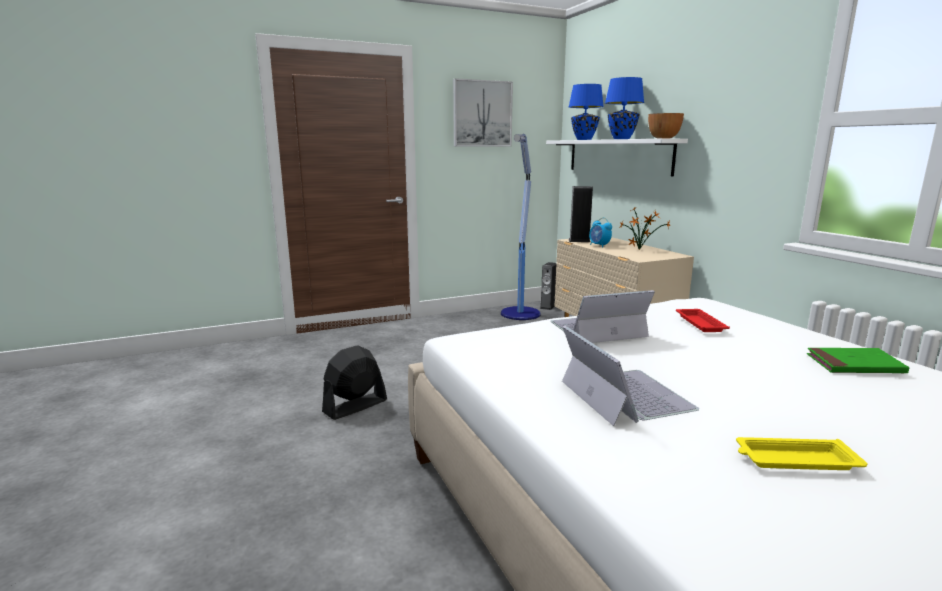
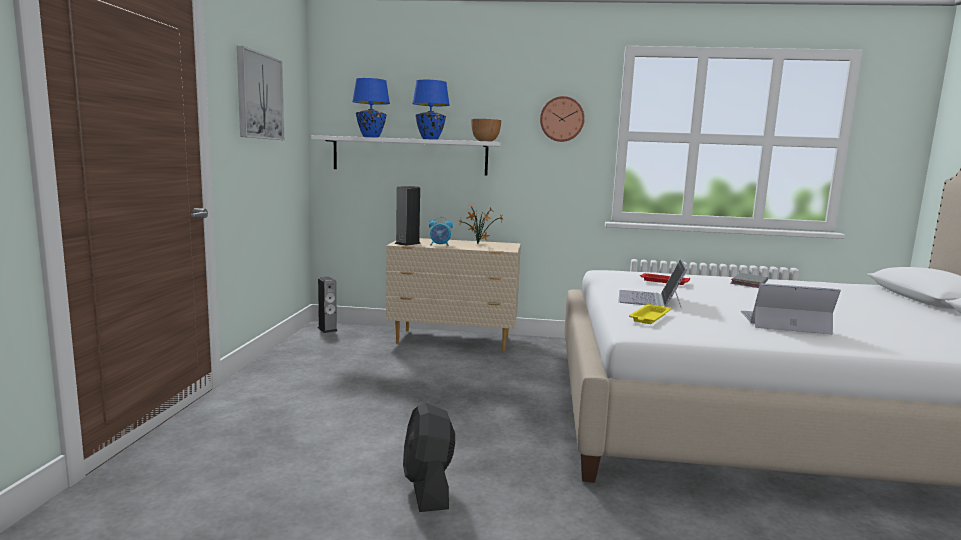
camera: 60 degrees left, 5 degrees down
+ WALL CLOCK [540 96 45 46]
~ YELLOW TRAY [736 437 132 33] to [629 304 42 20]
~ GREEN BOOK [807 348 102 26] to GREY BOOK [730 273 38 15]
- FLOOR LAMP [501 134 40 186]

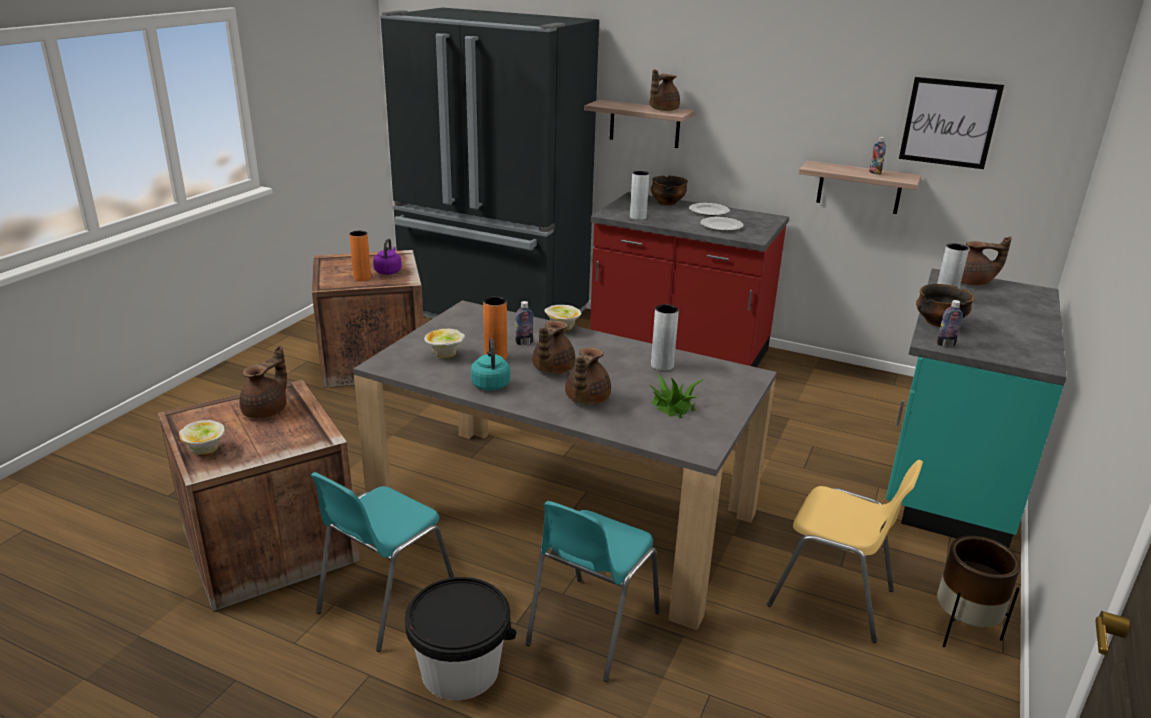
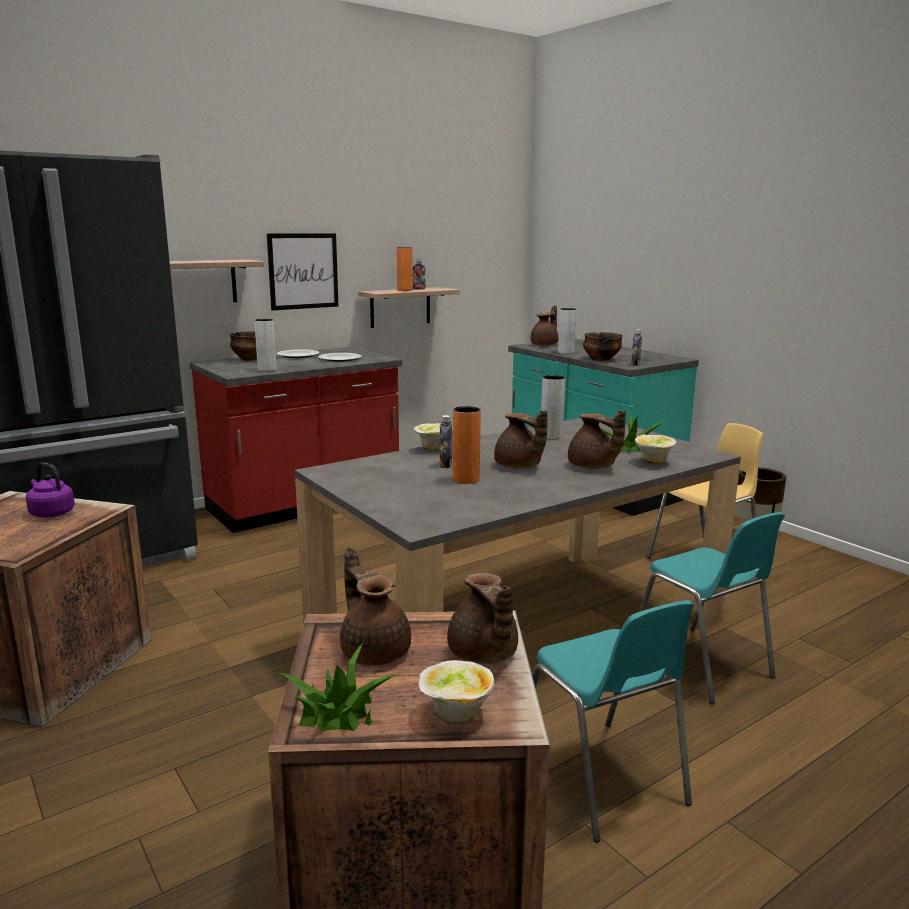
camera: 60 degrees left, 10 degrees down
~ PICTURE [899 77 105 92] to [267 233 72 78]
+ POTTED PLANT [279 643 119 88]
~ ORANGE VASE [349 231 22 50] to [397 247 16 44]
~ BROWN TEAPOT [650 69 30 42] to [447 573 71 91]
~ BOWL [424 329 41 30] to [635 434 42 31]
- BLACK BUCKET [405 577 112 124]
- TURQUOISE KETTLE [471 339 39 52]

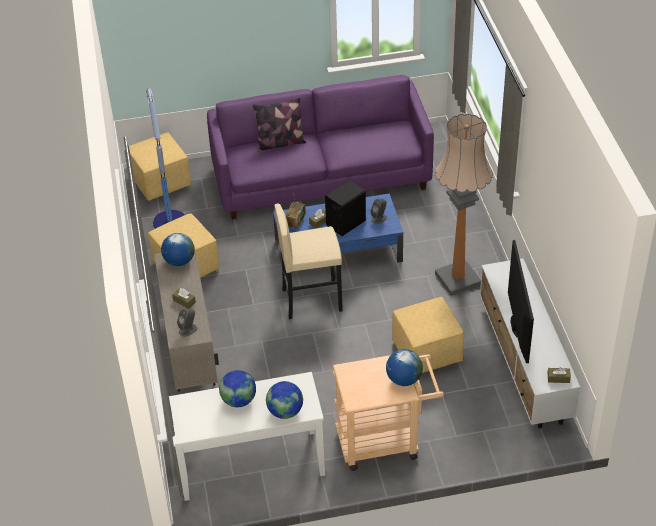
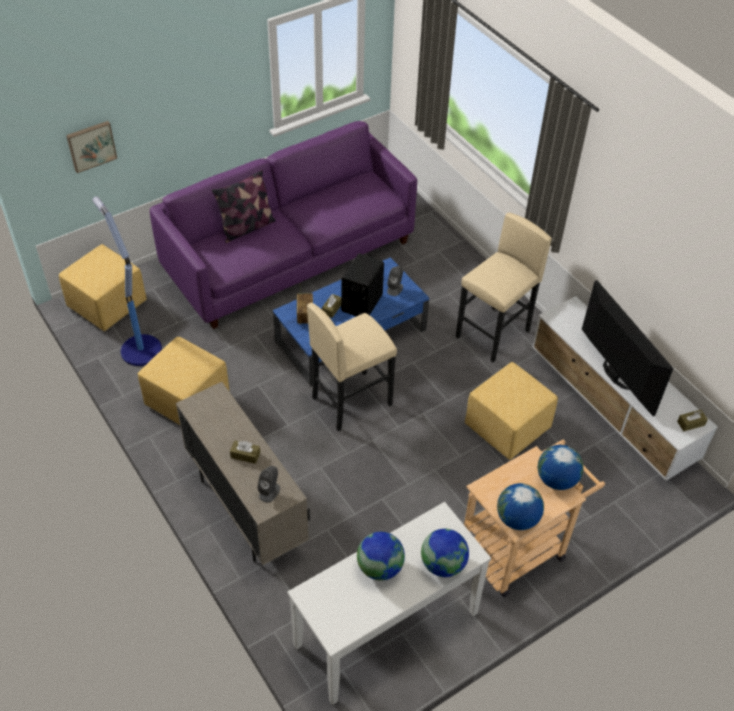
camera: 25 degrees left, 5 degrees up
+ PICTURE [66 121 51 52]
~ FLOOR LAMP [435 114 58 182] to BEIGE STOOL [456 213 96 150]
~ GLOBE [161 233 34 33] to [497 483 47 47]

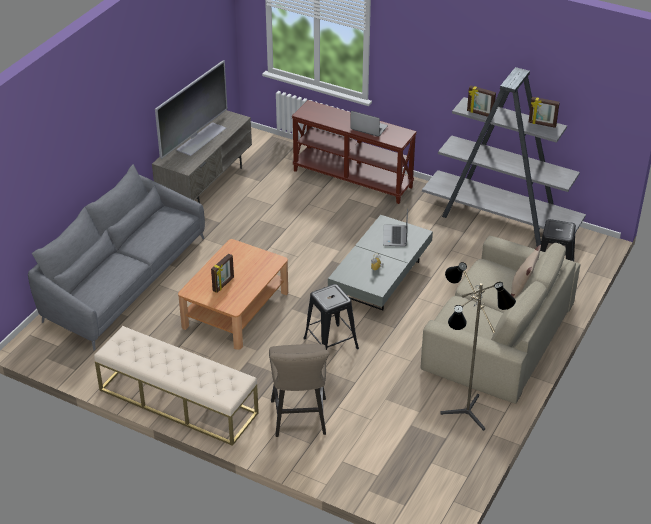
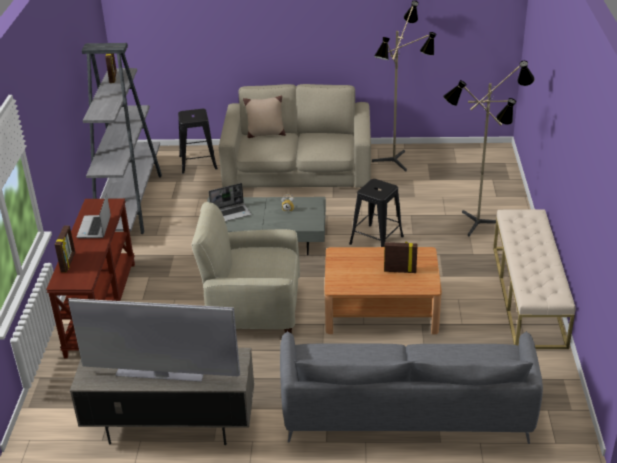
camera: 115 degrees left, 5 degrees down
~ PICTURE FRAME [467 85 29 32] to [55 225 20 47]
+ BEIGE ARMCHAIR [191 202 109 132]
~ BEIGE STOOL [269 344 60 93] to FLOOR LAMP [443 61 92 176]

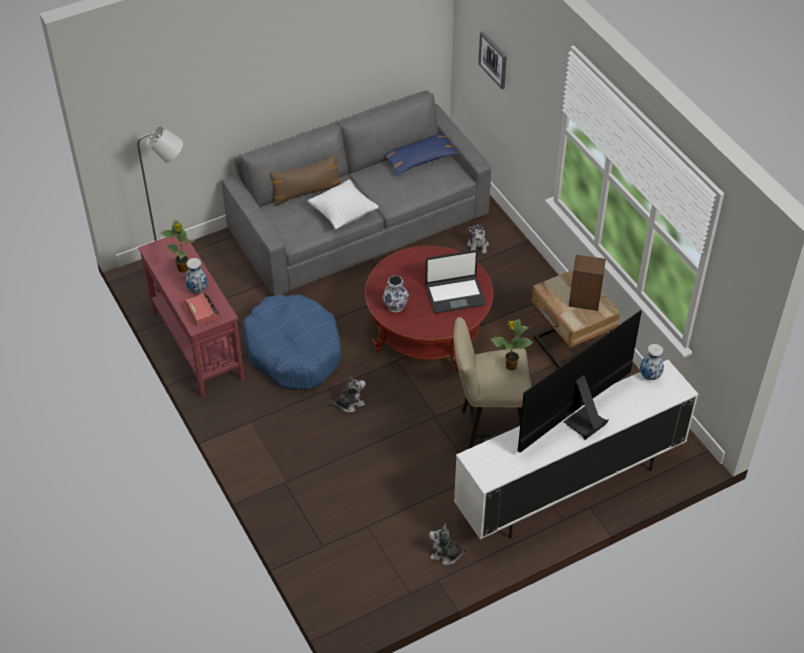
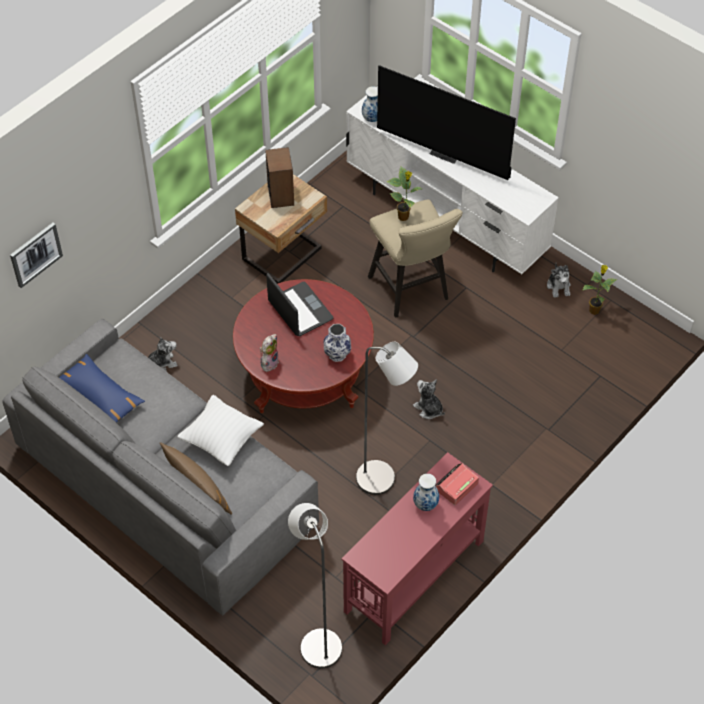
camera: 110 degrees left, 5 degrees up
+ PLUSH TOY [260 334 19 38]
~ BLUE DOG BED [243 294 98 96] to GREY FLOOR LAMP [356 342 62 153]
~ POTTED PLANT [160 219 35 54] to [583 265 35 50]

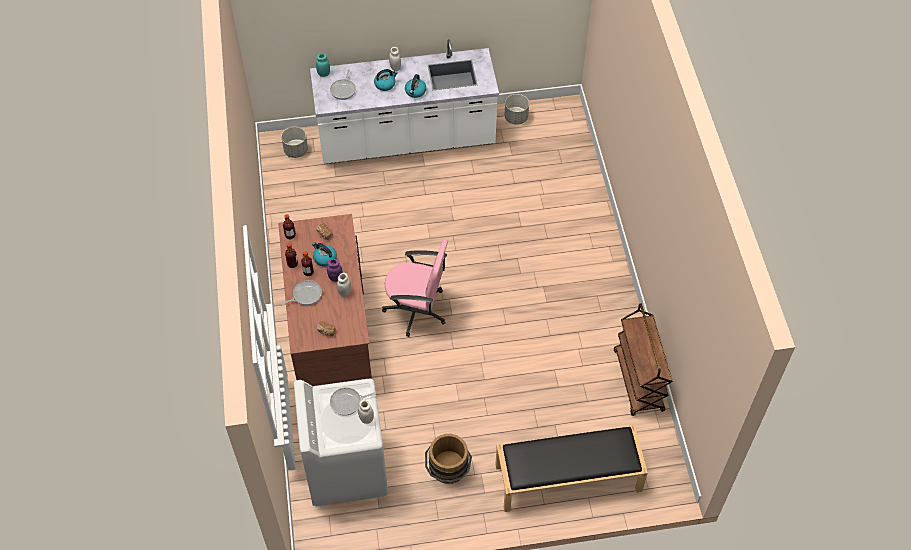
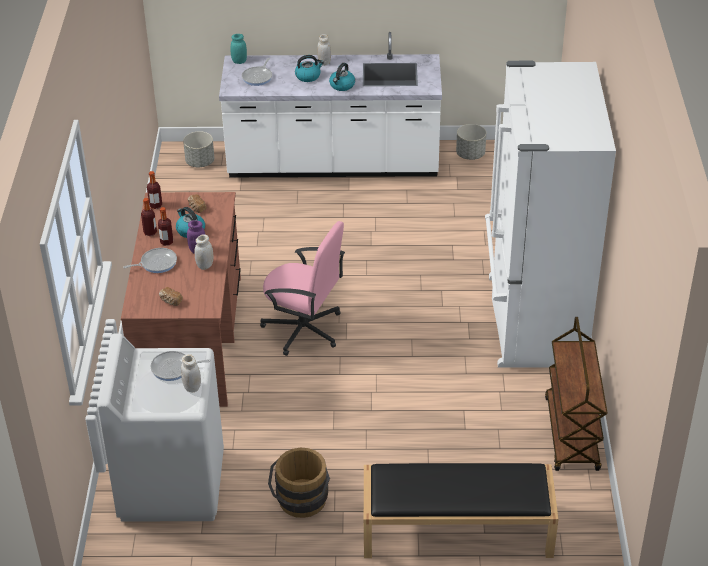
camera: 10 degrees right, 15 degrees down
+ WHITE FRIDGE [485 61 131 307]

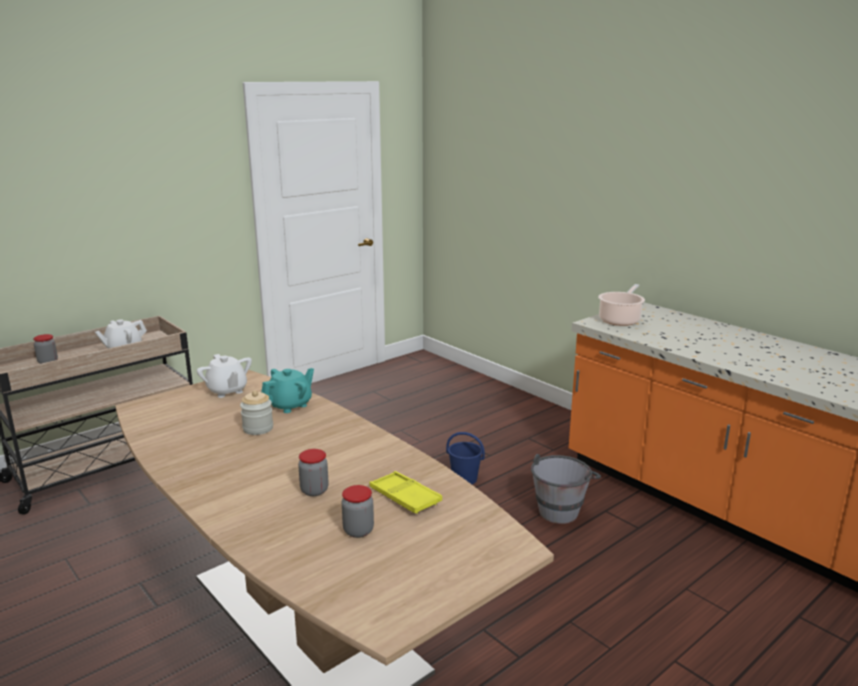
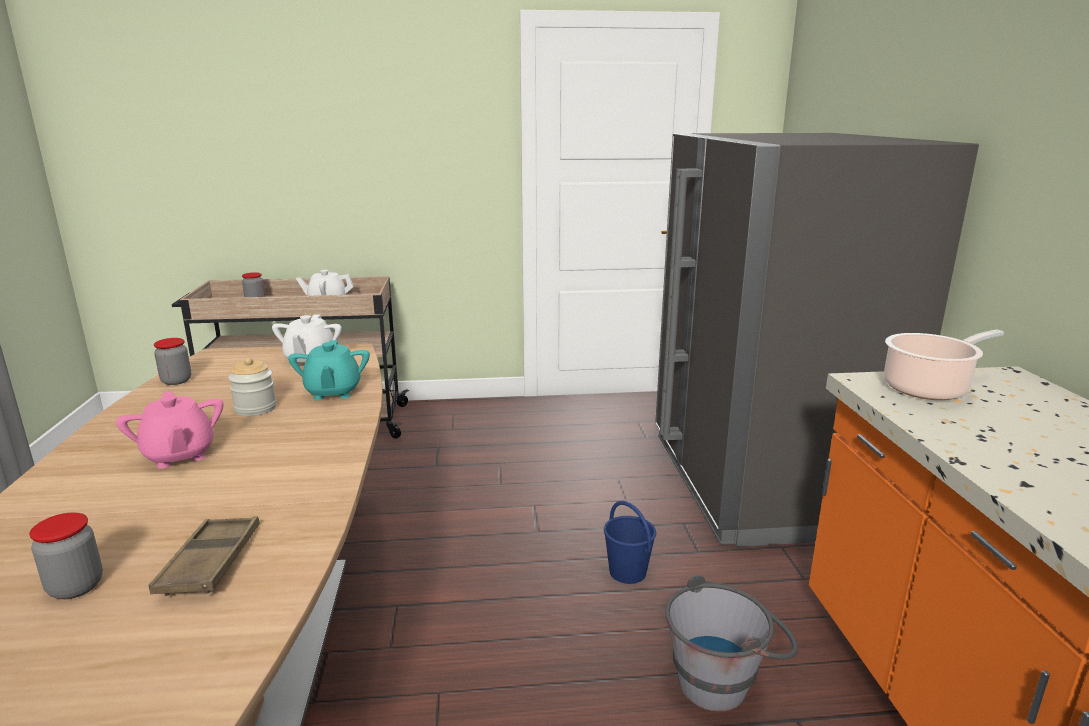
camera: 35 degrees right, 0 degrees up
+ PINK TEAPOT [116 391 107 78]
~ YELLOW TRAY [369 471 73 42] to BROWN TRAY [148 516 112 80]
~ JAR [298 449 31 47] to [154 338 37 47]
~ TURQUOISE TEAPOT [261 368 53 45] = [288 340 82 60] 90 degrees clockwise
+ GREY FRIDGE [655 133 324 414]

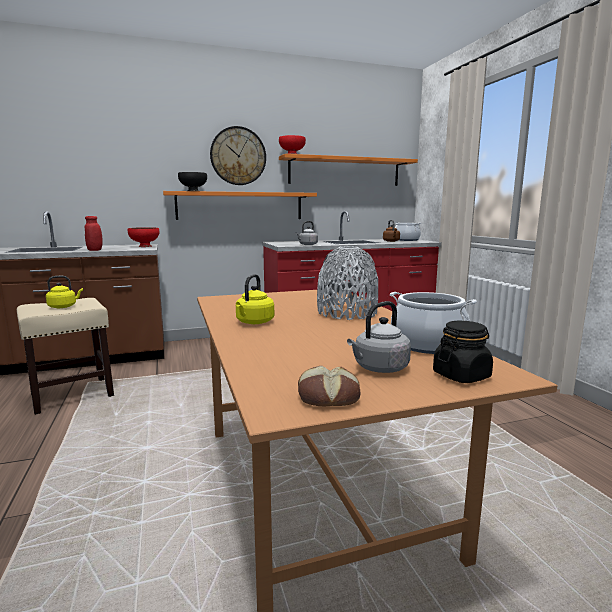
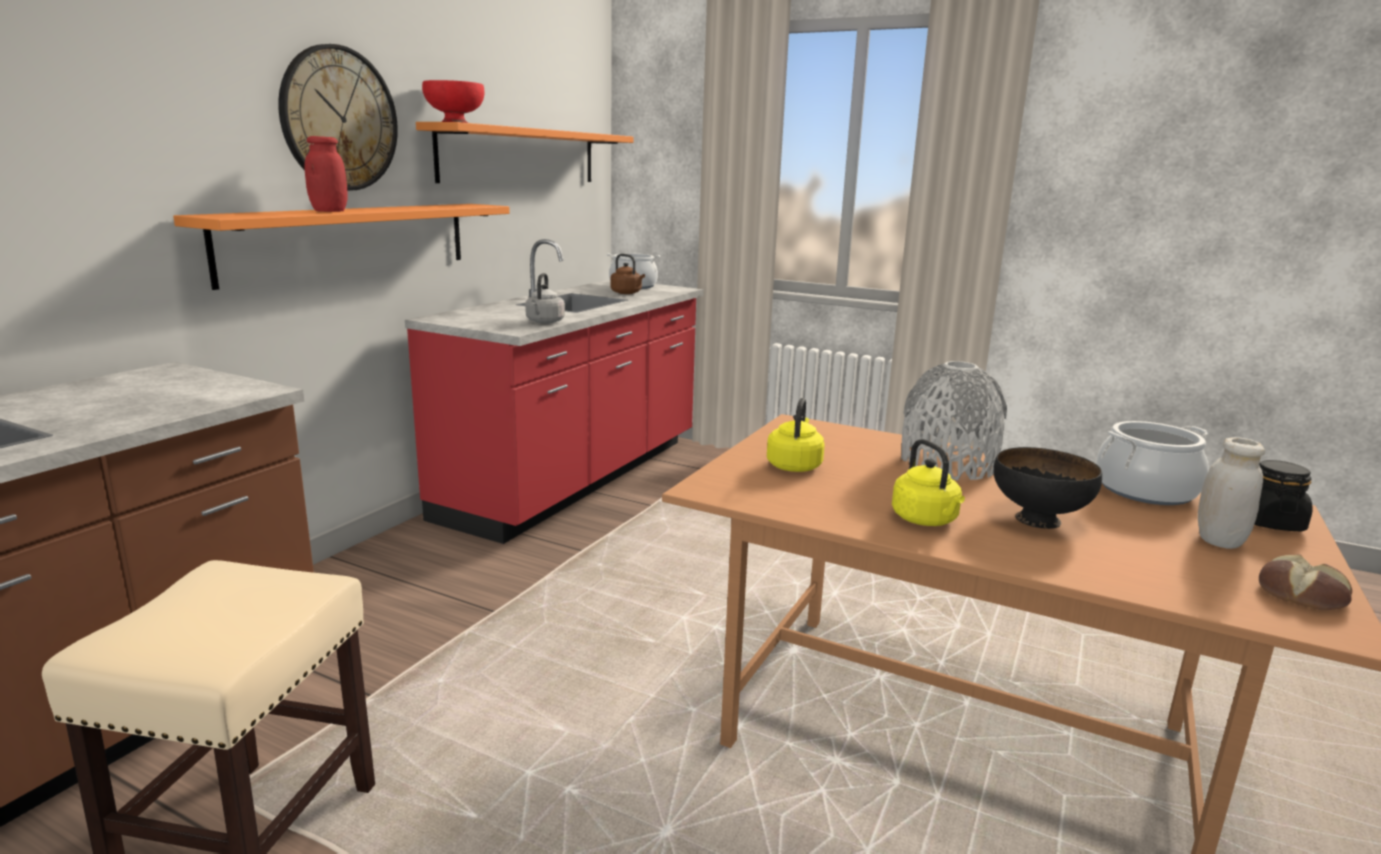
camera: 45 degrees left, 5 degrees up
~ RED JAR [85 216 18 35] to [304 136 44 76]
~ YELLOW KETTLE [46 276 37 32] to [767 398 58 74]
~ BLACK BOWL [178 172 29 19] to [993 447 109 82]
~ GREY KETTLE [347 301 64 72] to WHITE JAR [1198 437 67 112]
- RED BOWL [128 227 32 20]

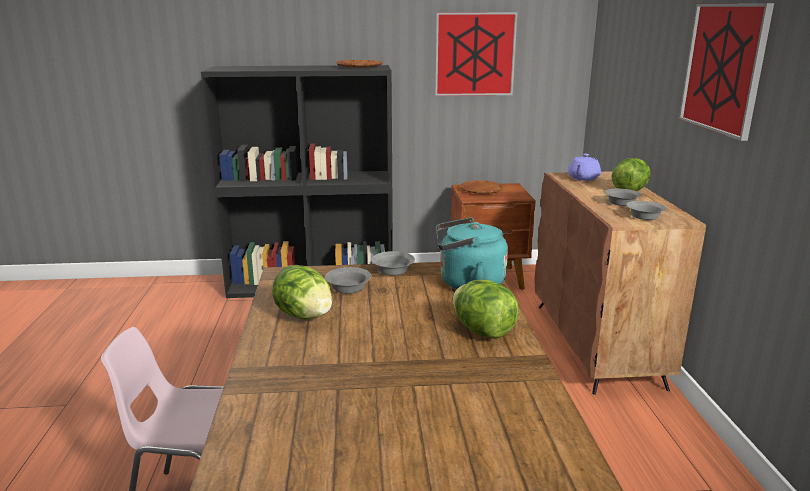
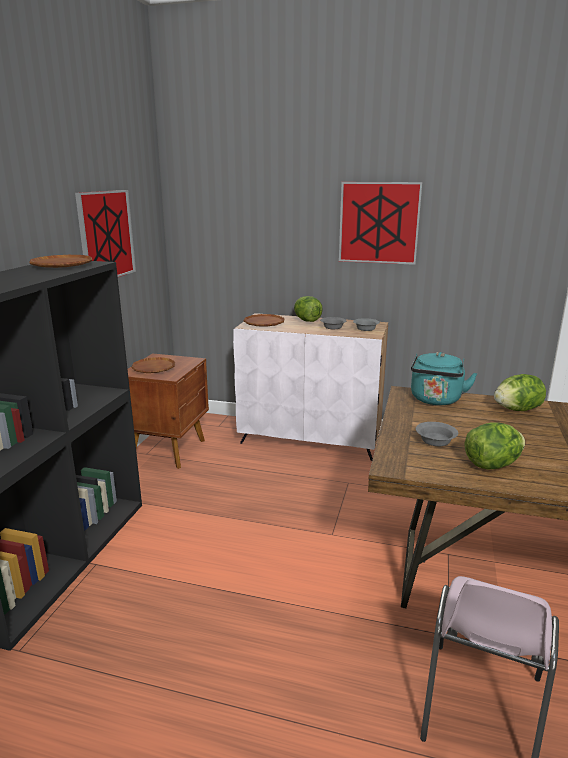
camera: 70 degrees left, 0 degrees up
~ BROWN CABINET [534 171 172 224] to WHITE CABINET [233 313 155 148]
~ PURPLE TEAPOT [568 154 33 27] to BROWN PLATE [244 314 41 13]
- GREY BOWL [371 251 44 24]

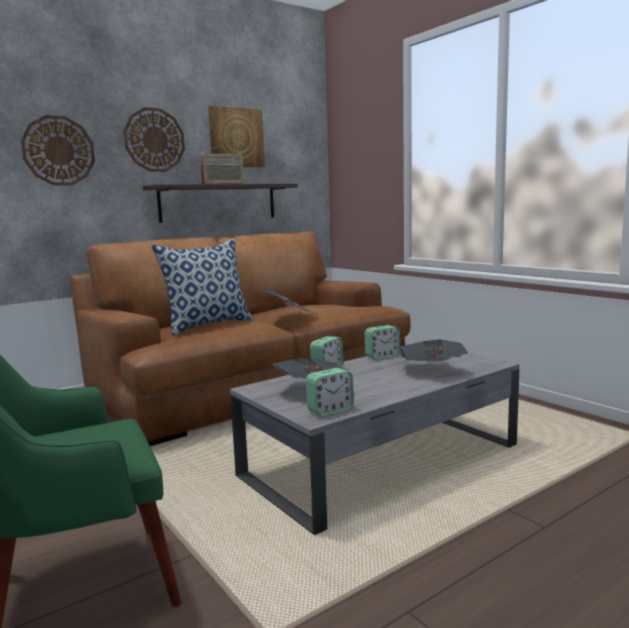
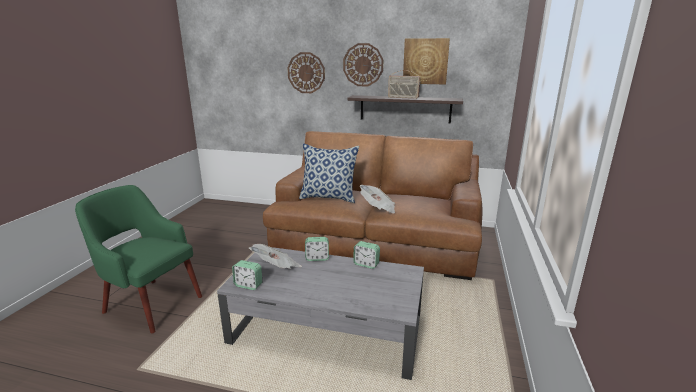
camera: 50 degrees right, 10 degrees up
- NEWSPAPER [397 339 71 23]

